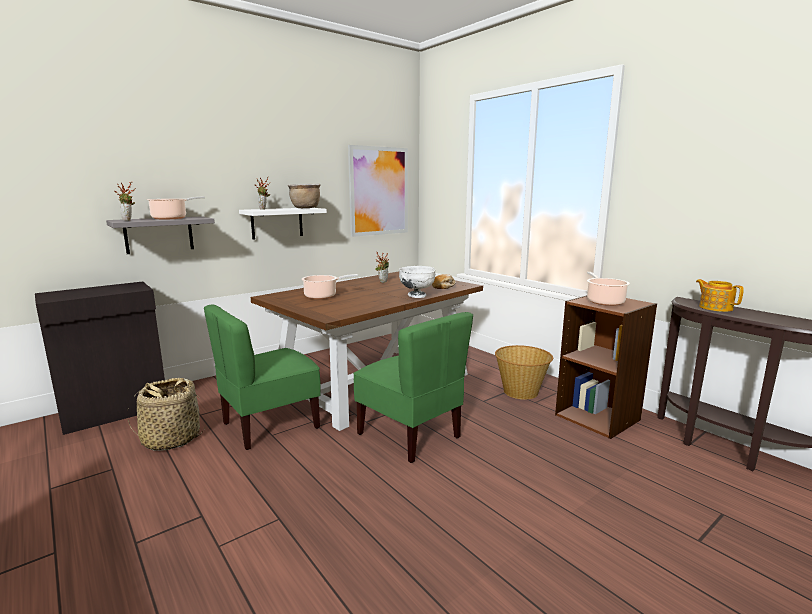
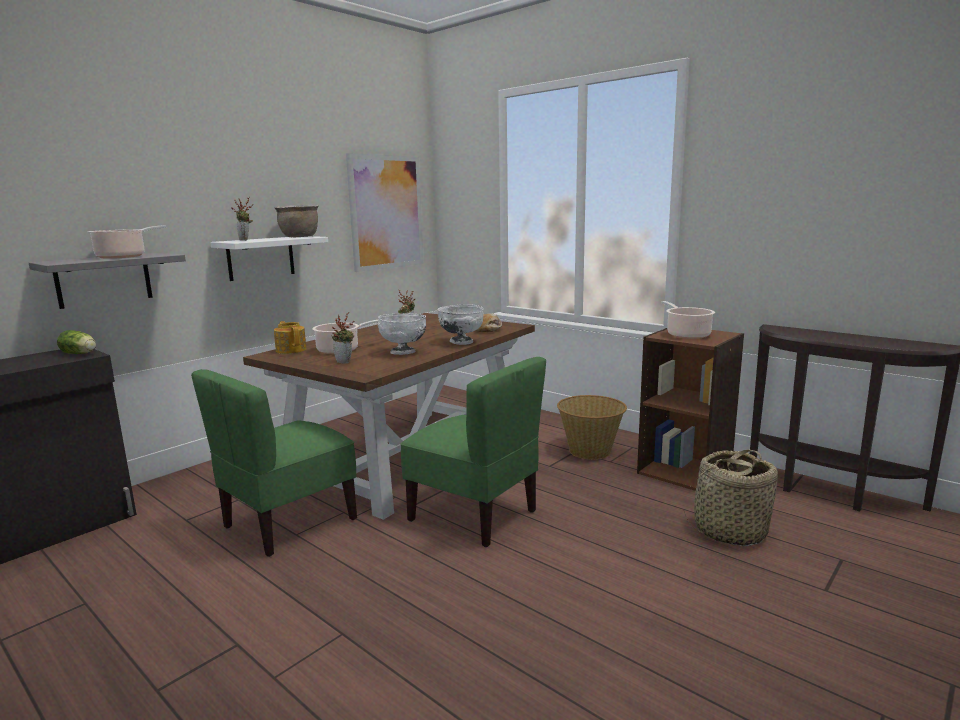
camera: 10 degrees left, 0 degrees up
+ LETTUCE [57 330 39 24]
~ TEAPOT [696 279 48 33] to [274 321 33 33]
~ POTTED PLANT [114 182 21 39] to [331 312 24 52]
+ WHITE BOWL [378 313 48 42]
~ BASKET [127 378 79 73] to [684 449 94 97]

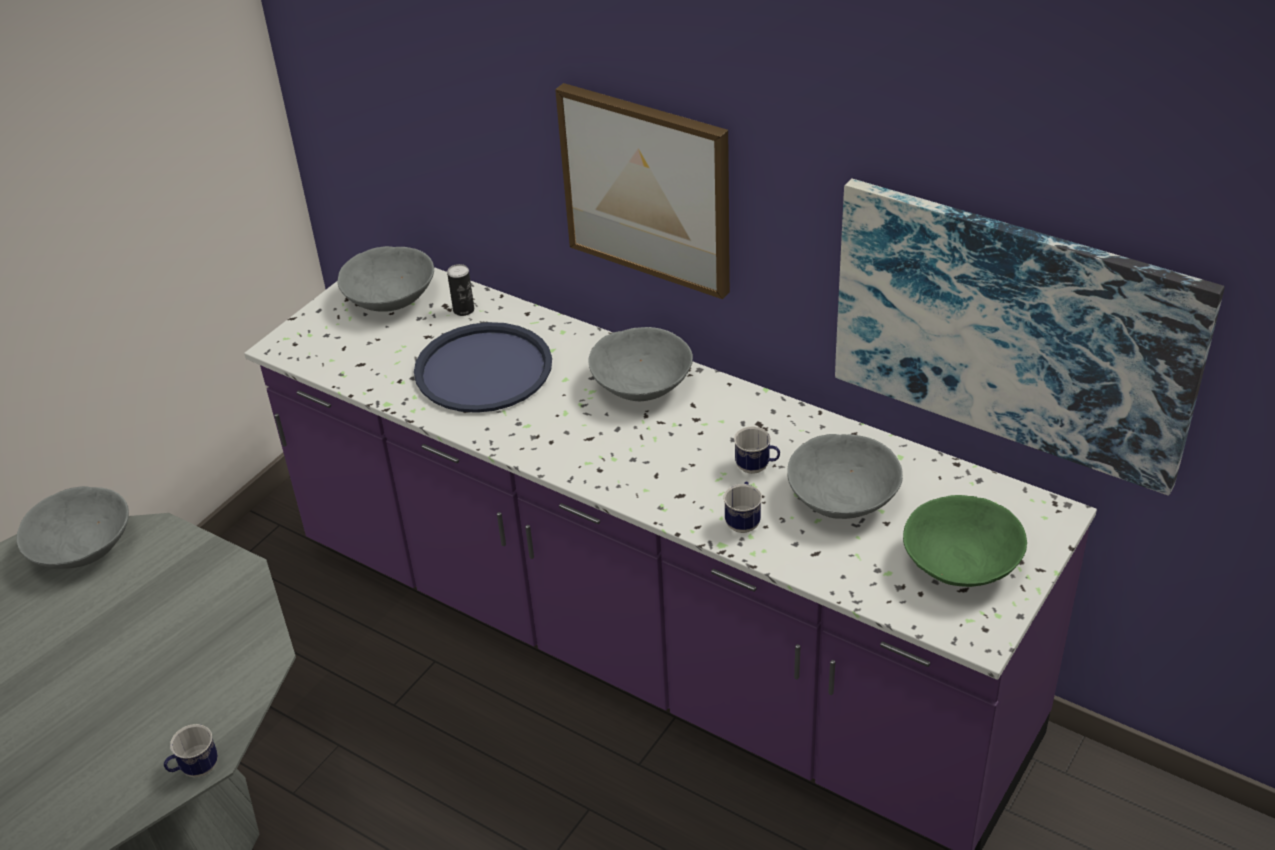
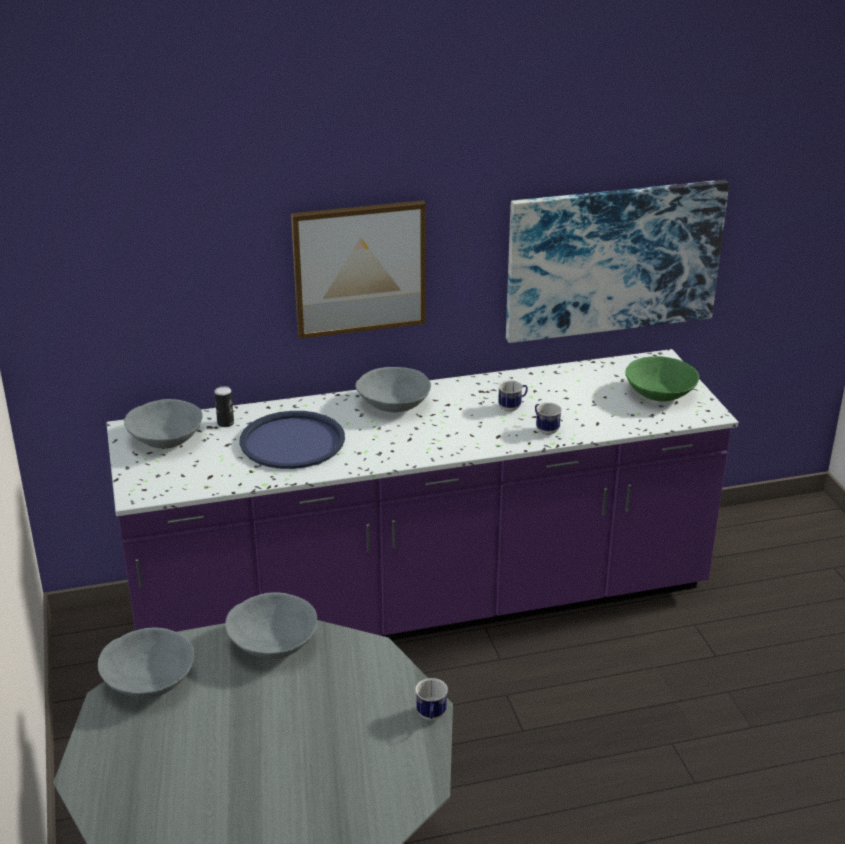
camera: 50 degrees left, 10 degrees down
~ GREY BOWL [787 434 116 85] to [225 592 92 67]

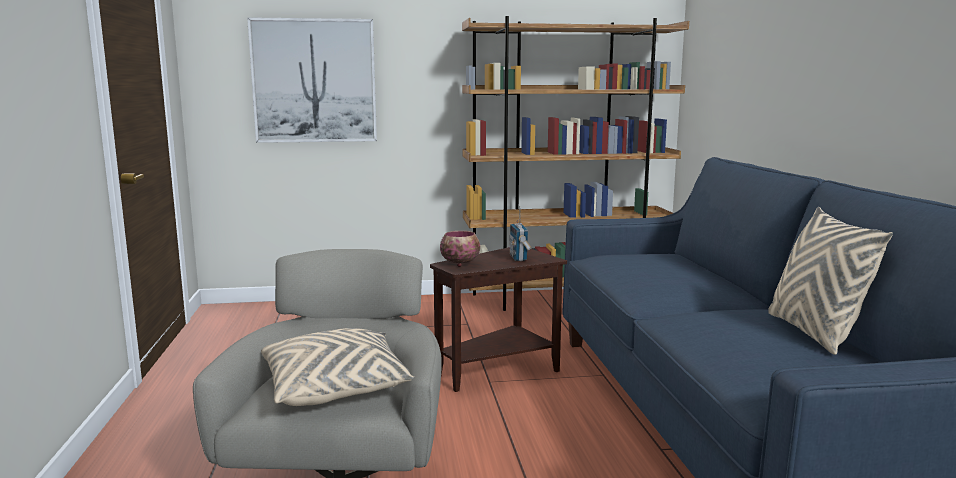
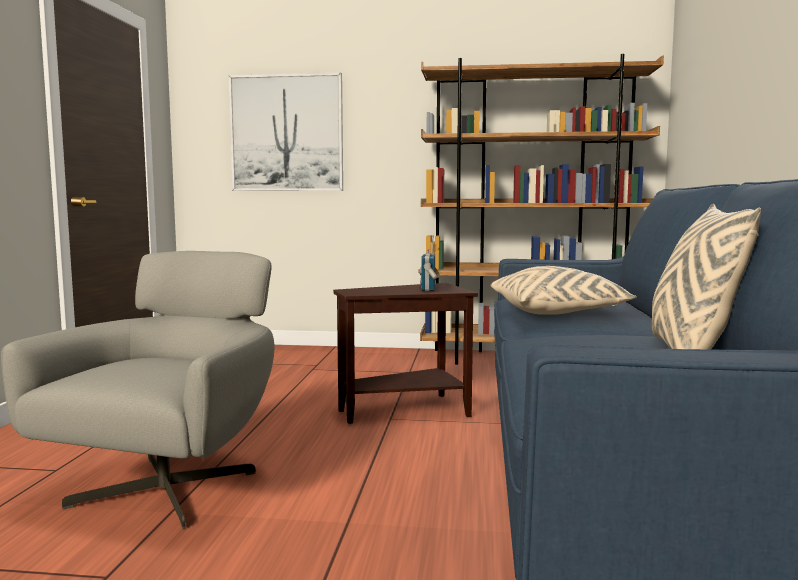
camera: 15 degrees right, 5 degrees down
~ BEIGE PILLOW [261 328 153 78] to [490 266 147 49]
- BOWL [440 231 40 36]

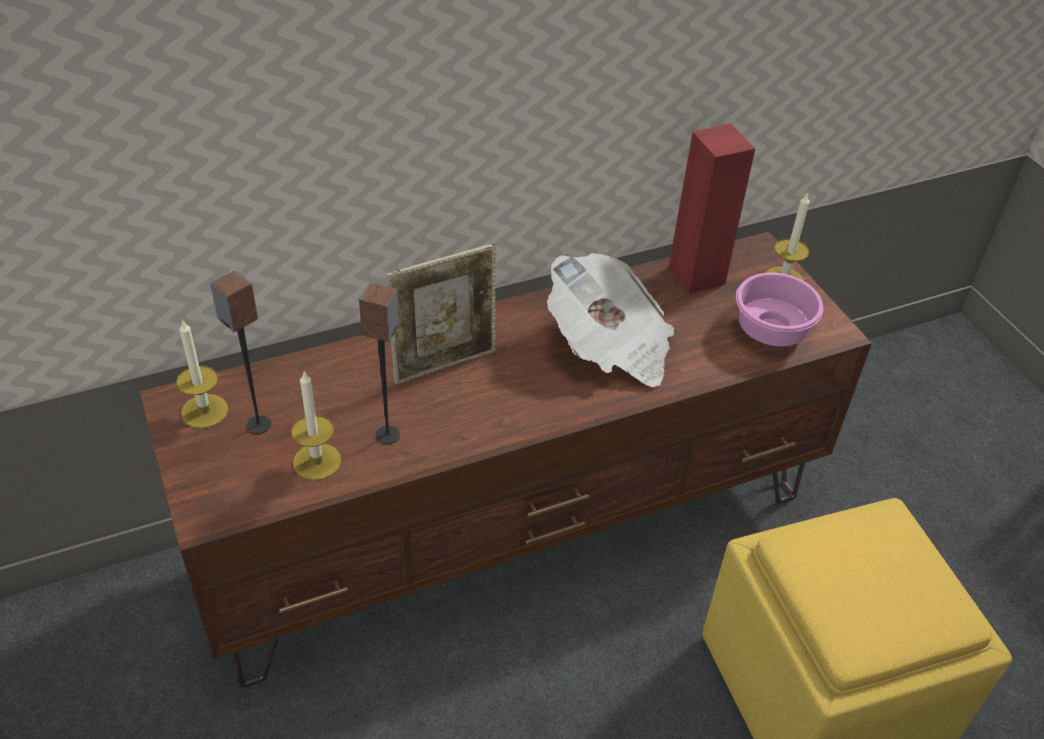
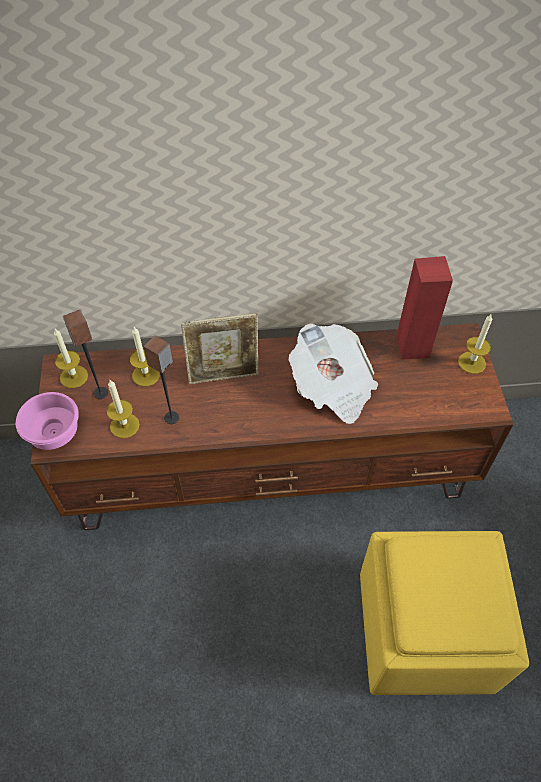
camera: 20 degrees right, 10 degrees up
~ PINK BOWL [736 273 87 73] to [16 392 63 58]
+ CANDLE [130 327 30 60]

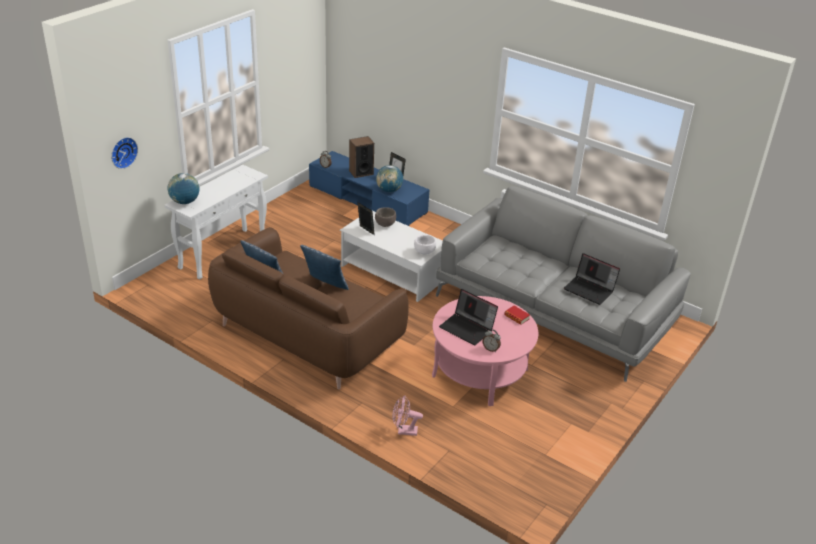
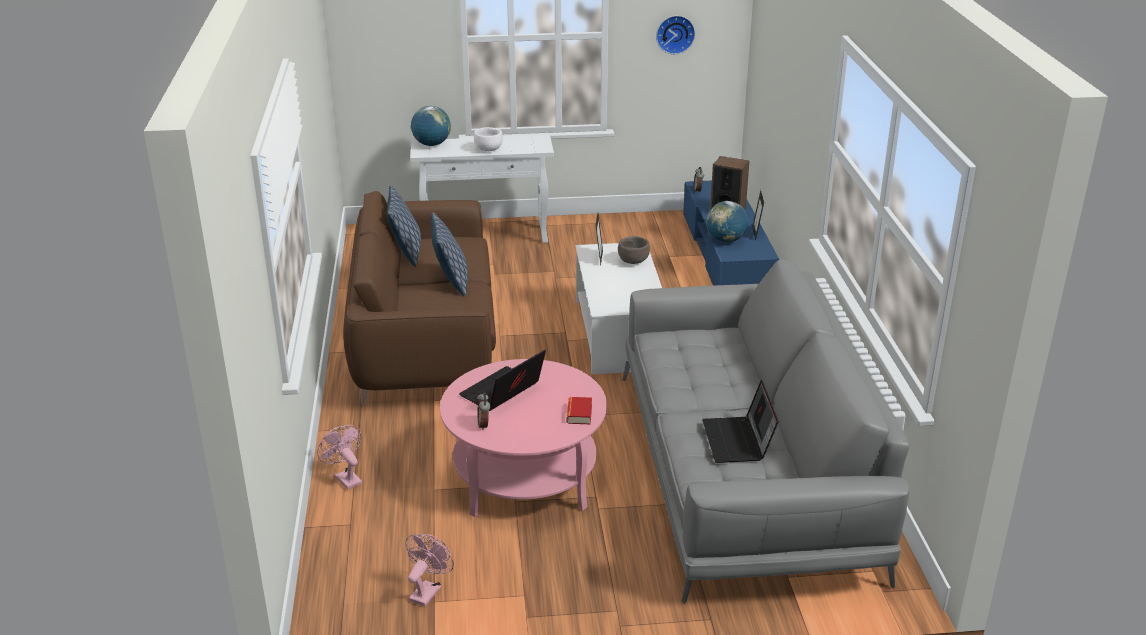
camera: 50 degrees right, 5 degrees down
+ PINK FAN [405 534 49 73]
~ LAPTOP [439 289 59 56] = [459 350 87 61] 45 degrees clockwise
~ WHITE BOWL [414 235 22 20] to [474 127 29 24]
~ WALL CLOCK [111 137 27 32] to [656 15 39 39]

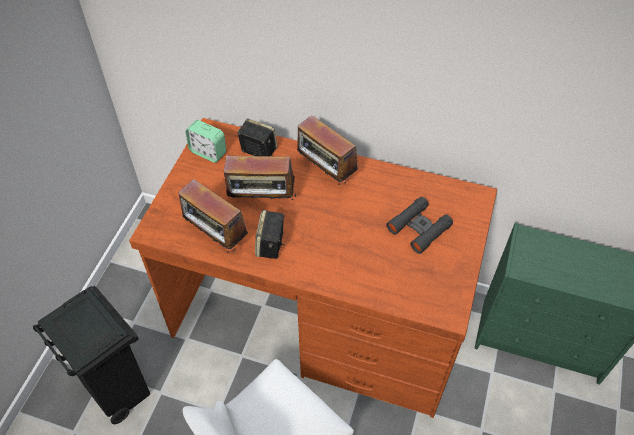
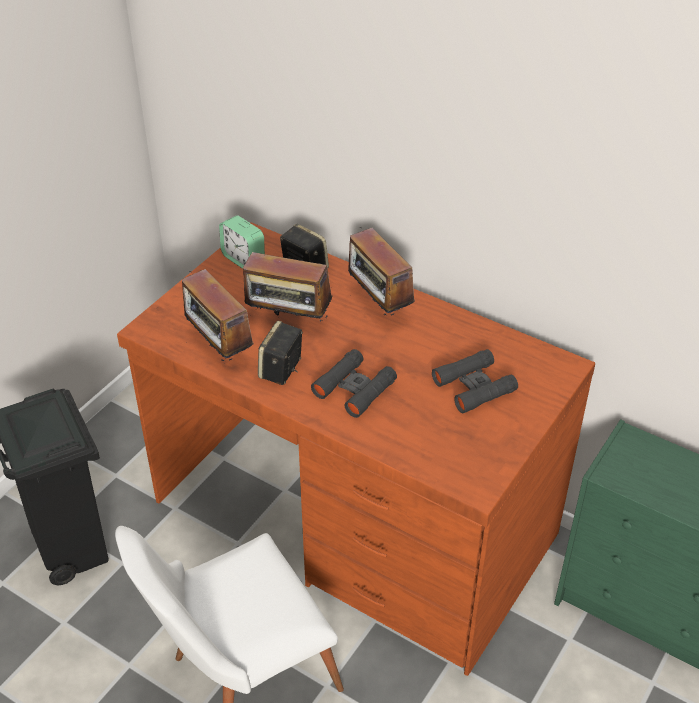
camera: 15 degrees right, 10 degrees down
+ BLACK BINOCULARS [311 349 86 69]

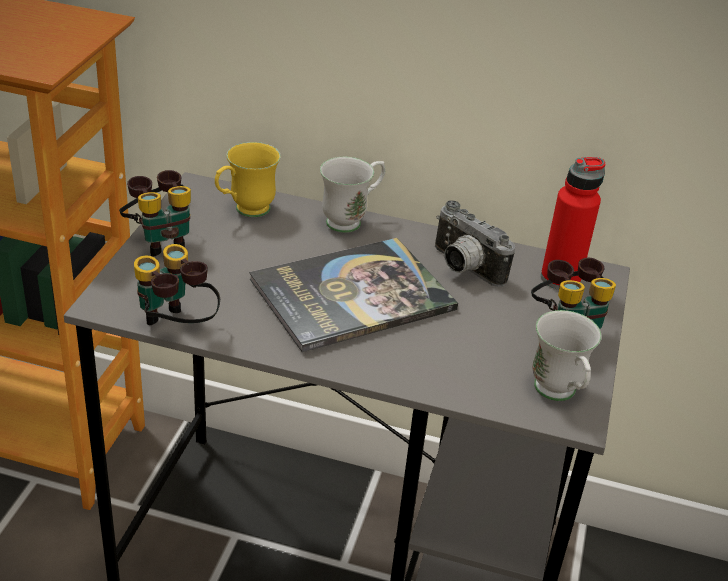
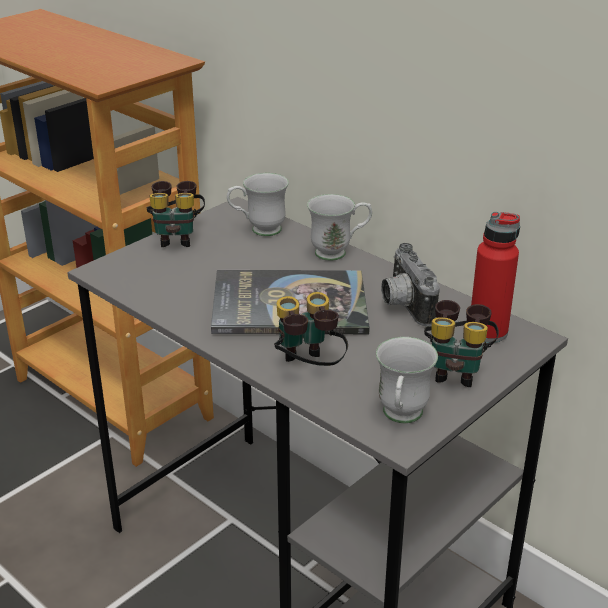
camera: 30 degrees right, 5 degrees down
~ YELLOW MUG [215 142 66 75] to WHITE MUG [227 173 62 63]
~ BINOCULARS [134 244 86 81] to [274 292 74 74]

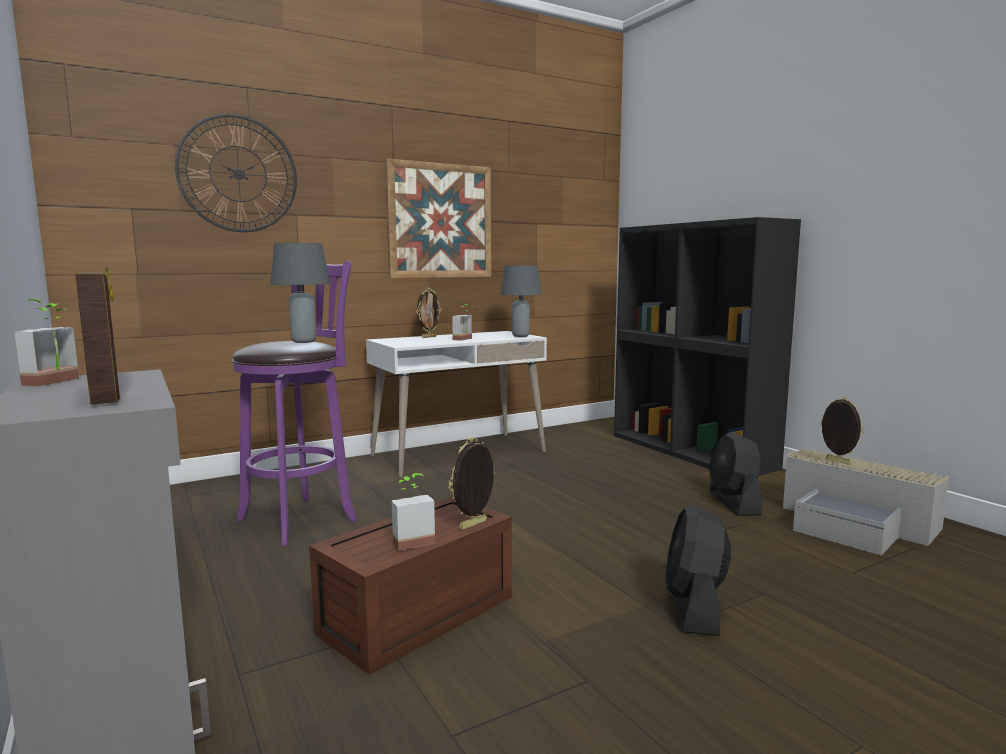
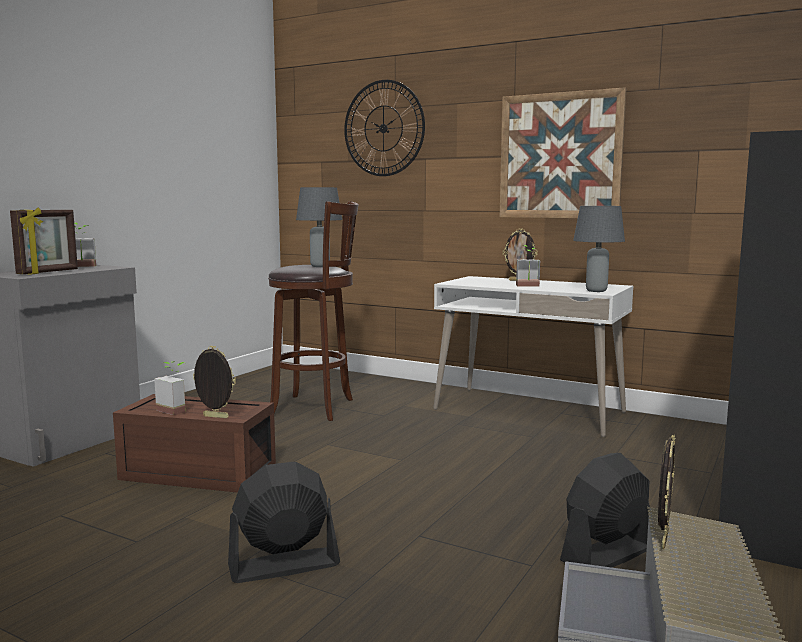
camera: 60 degrees right, 0 degrees up
~ PURPLE STOOL [232 261 125 285] to BROWN STOOL [268 201 90 220]

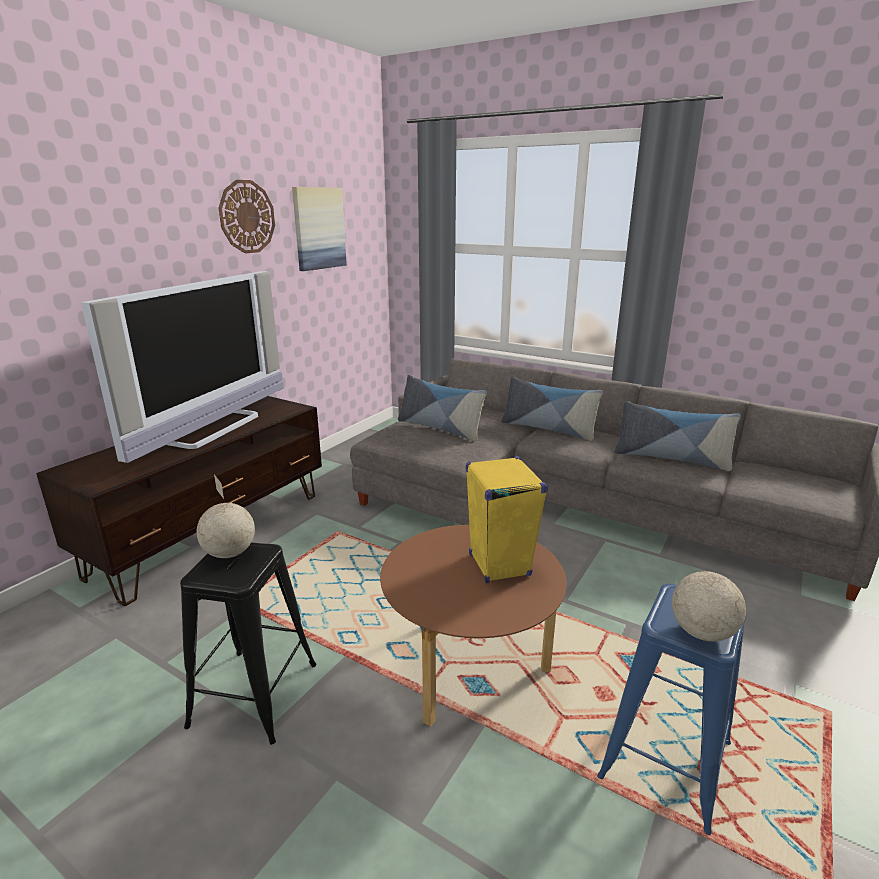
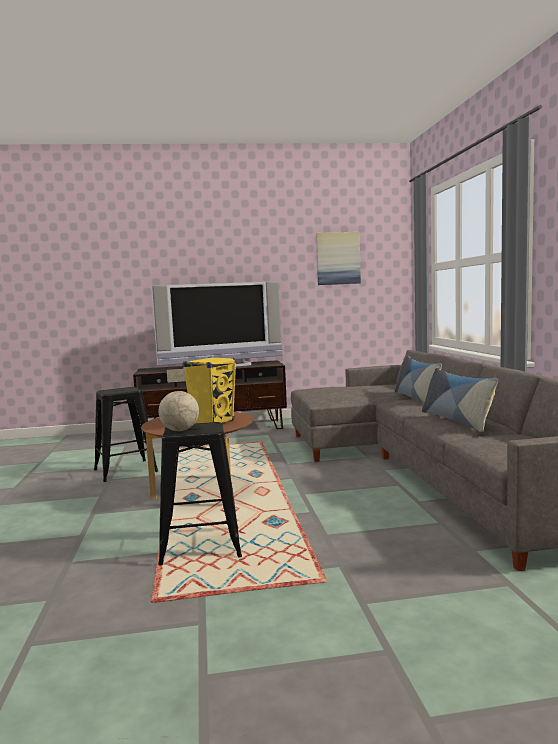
camera: 50 degrees right, 15 degrees down
~ BLUE STOOL [597 583 150 252] to BLACK STOOL [158 422 84 143]
- GLOBE [197 474 58 84]
- WALL CLOCK [219 180 56 74]
- PILLOW [398 375 89 66]

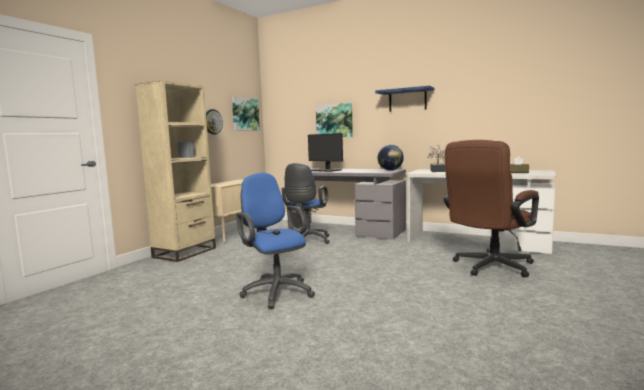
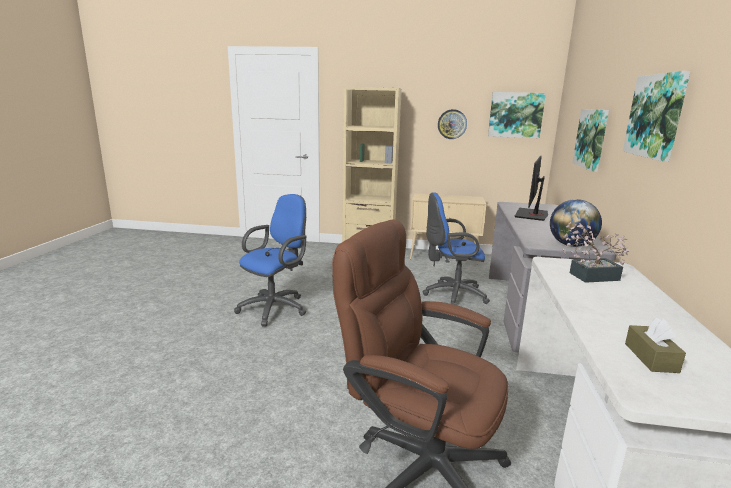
camera: 70 degrees right, 10 degrees up
~ BLUE SHELF [375 86 59 26] to PICTURE [623 71 67 91]

